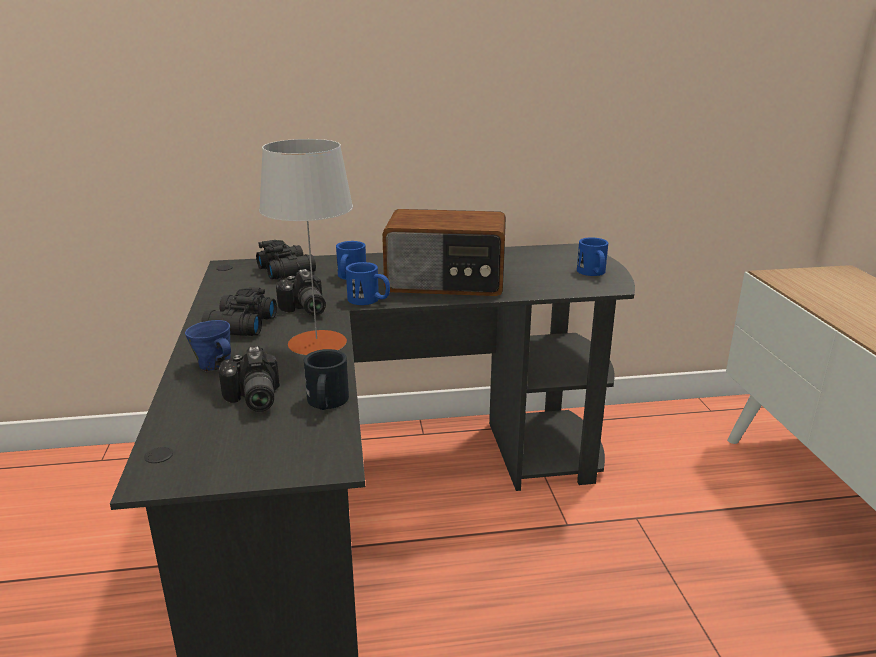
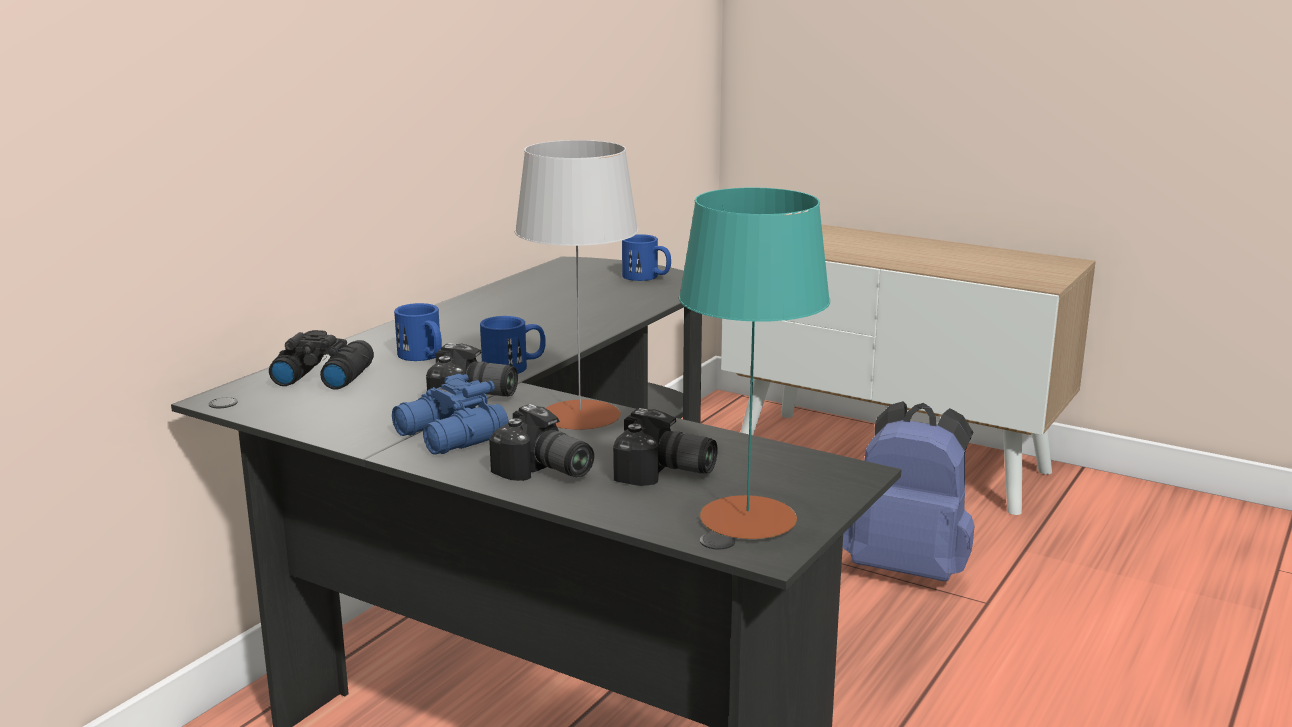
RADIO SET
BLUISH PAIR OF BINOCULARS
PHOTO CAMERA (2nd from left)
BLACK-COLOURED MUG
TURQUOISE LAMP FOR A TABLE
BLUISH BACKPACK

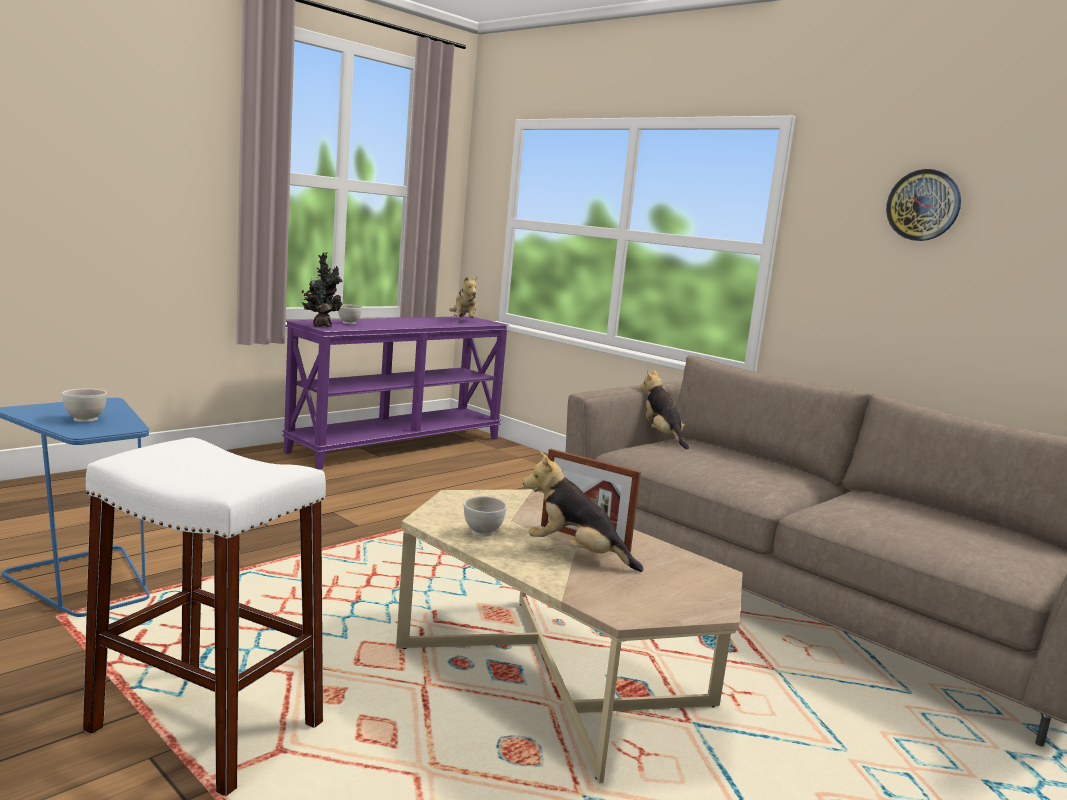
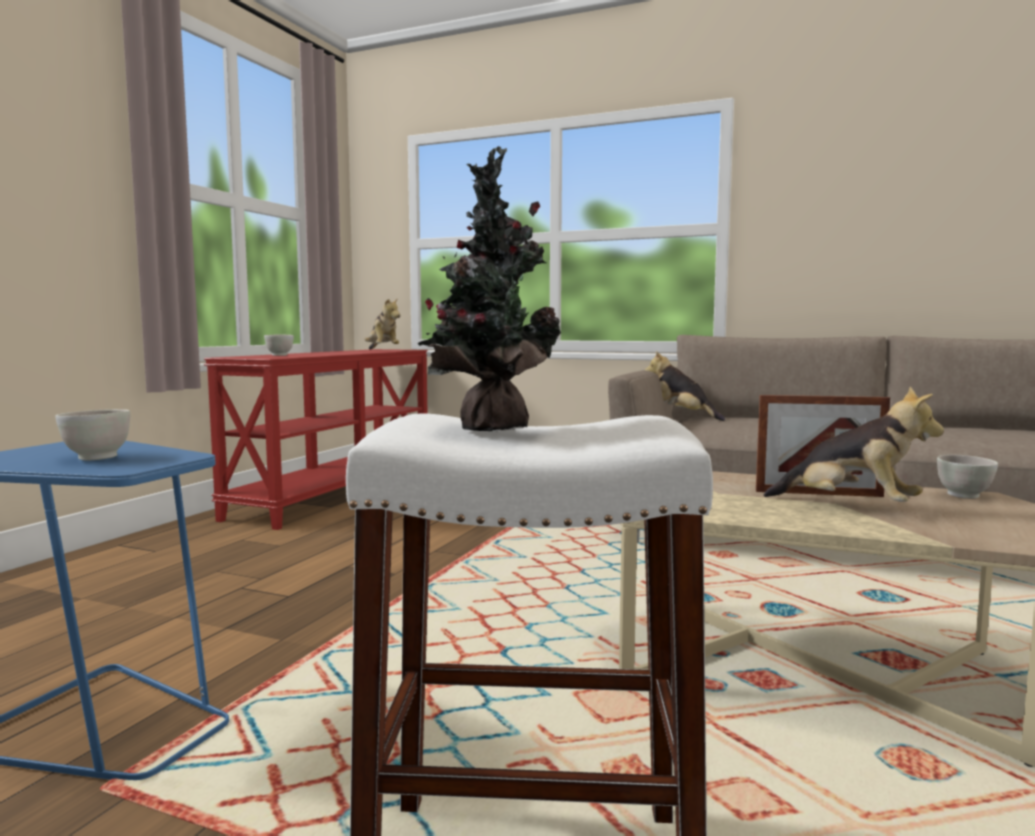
HANGING CLOCK
HOUSEPLANT
RED HALL TABLE
CUDDLY TOY (3rd from left)
WHITE-COLOURED DEEP DISH (3rd from left)

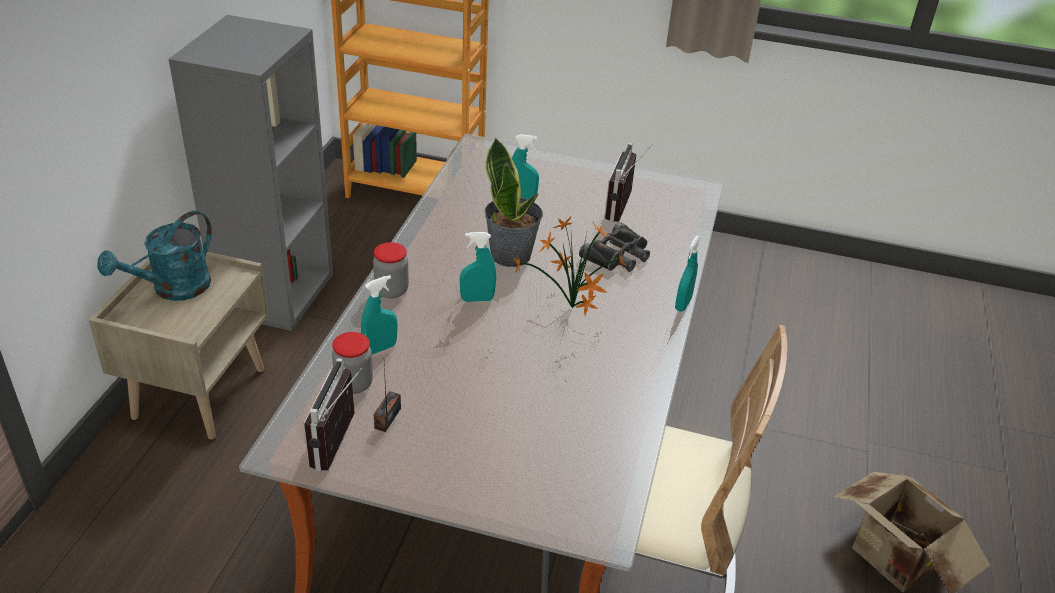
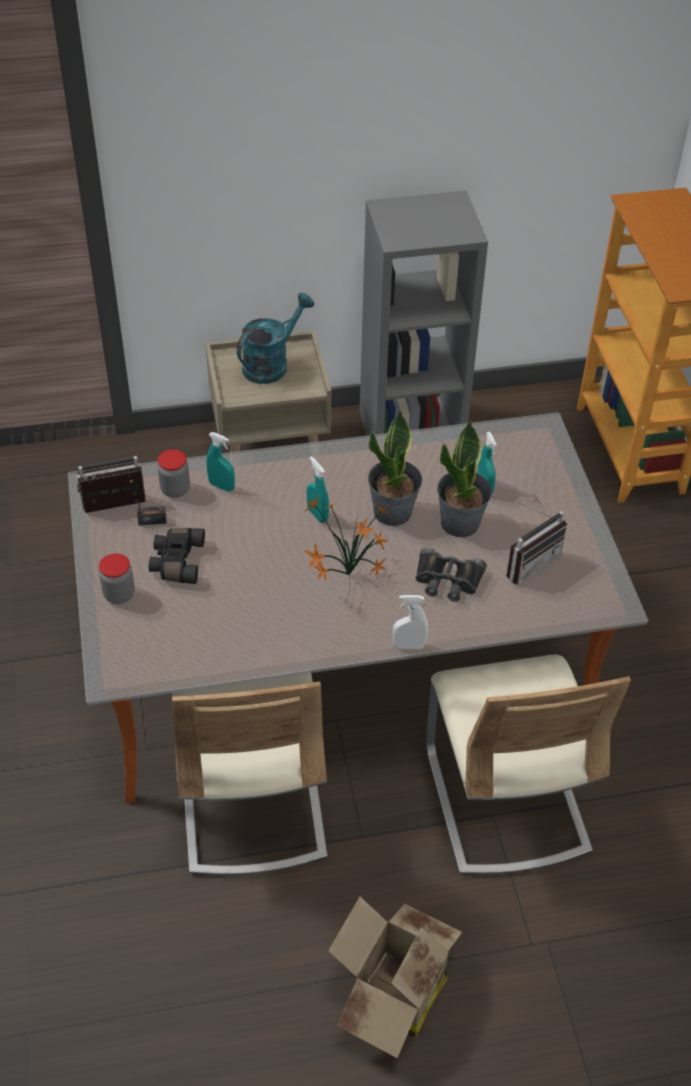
RADIO SET (3rd from left)
TURQUOISE SPRINKLING CAN
WHITE-COLOURED SPRAYER
JAR (1st from left)
HOUSEPLANT (3rd from left)
BLACK-COLOURED PAIR OF BINOCULARS (1st from left)
BEIGE UPRIGHT CHAIR (2nd from left)

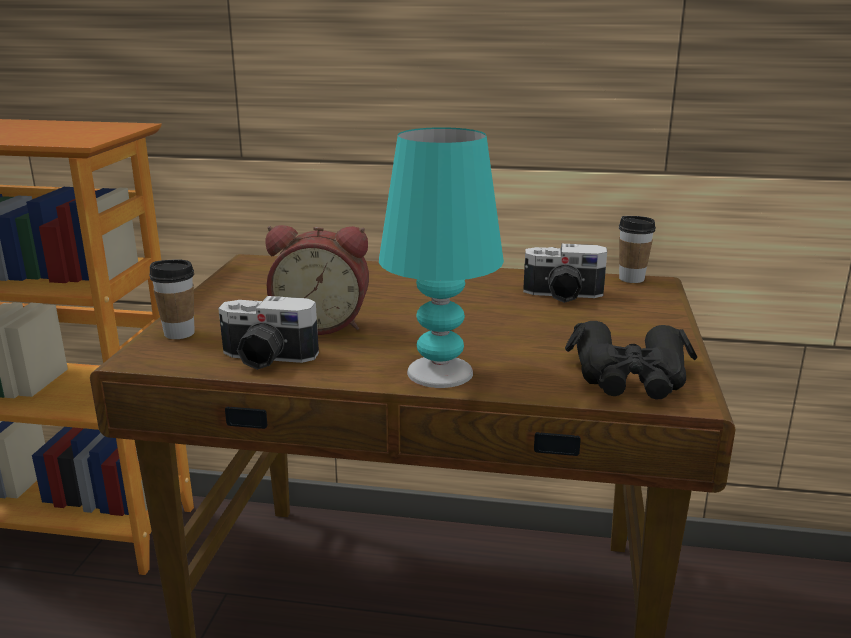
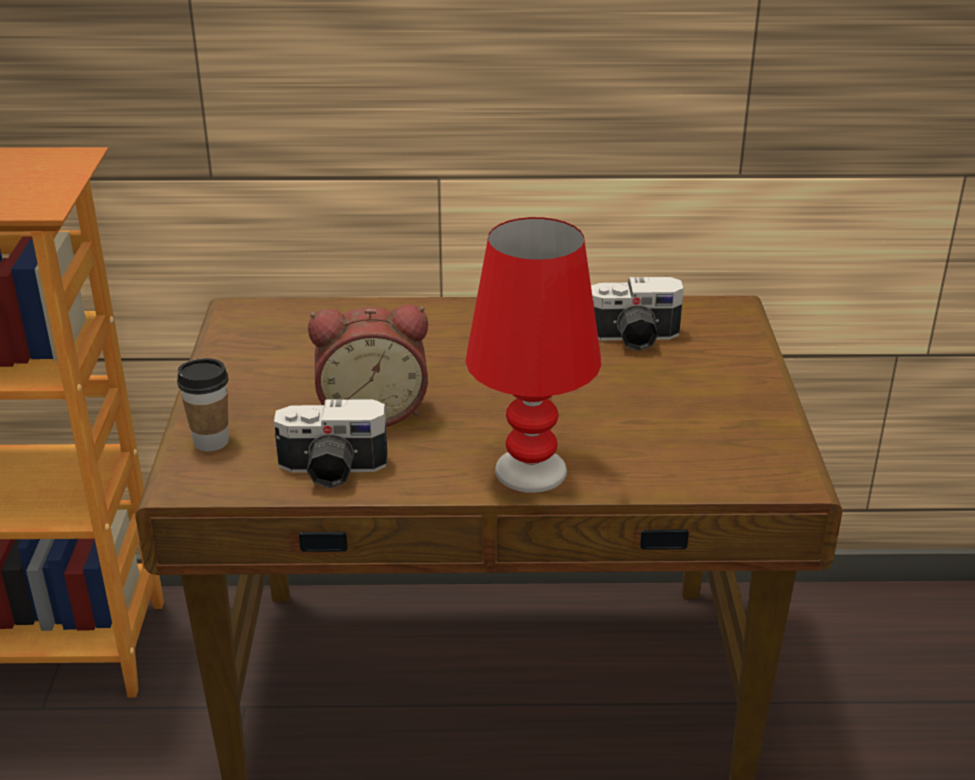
RED LAMP FOR A TABLE
SMALL CUP (2nd from left in the first image)
BLACK-COLOURED PAIR OF BINOCULARS

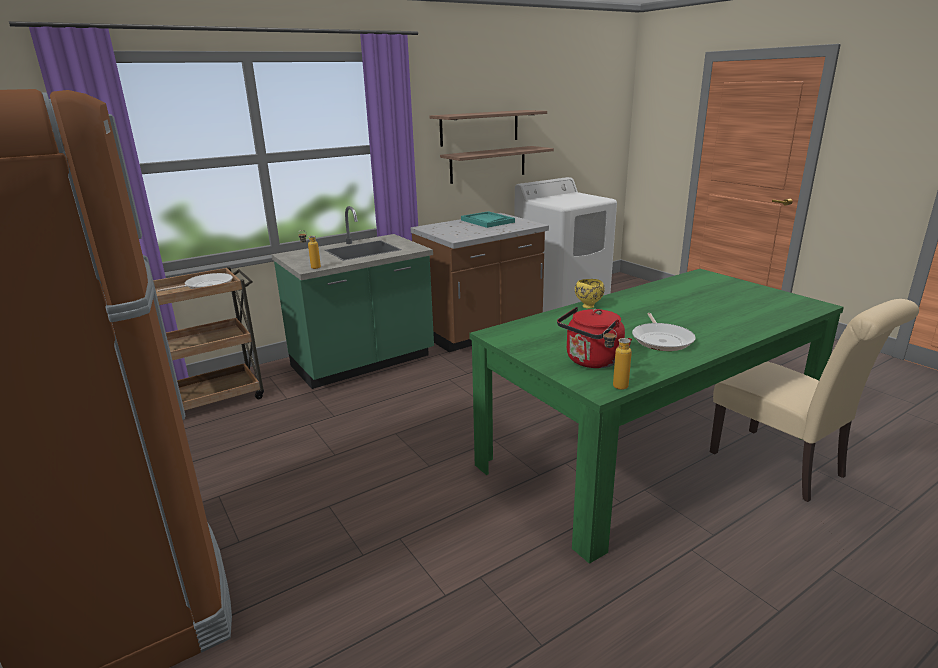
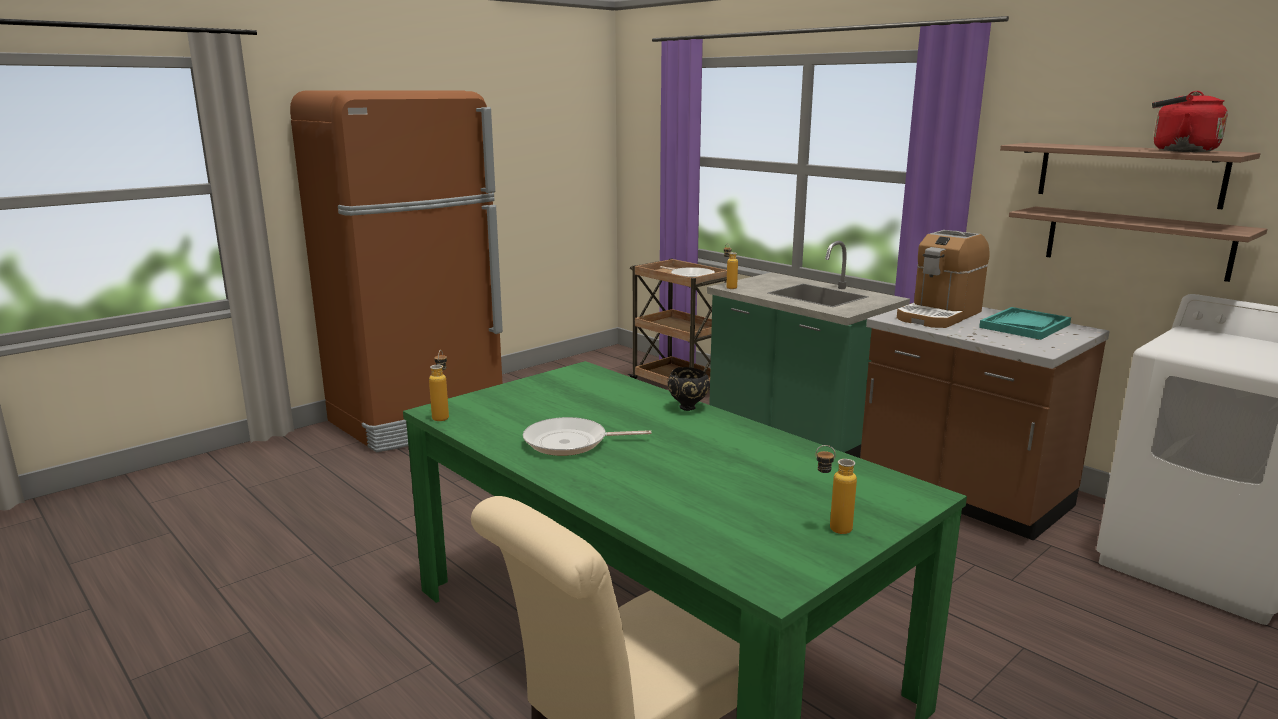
BLACK-COLOURED DEEP DISH
RED KETTLE
COFFEE MACHINE
BEVERAGE BOTTLE (3rd from left)

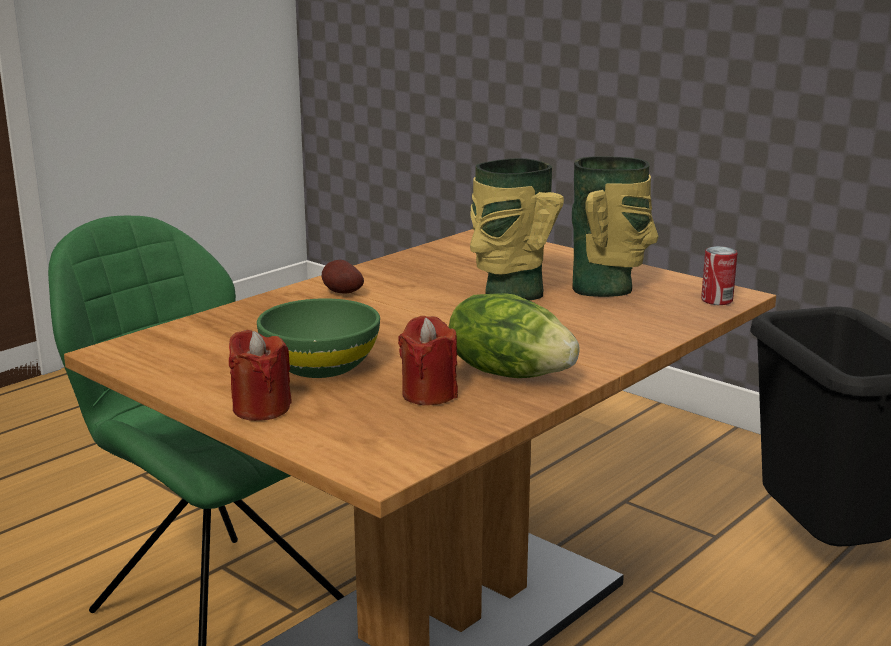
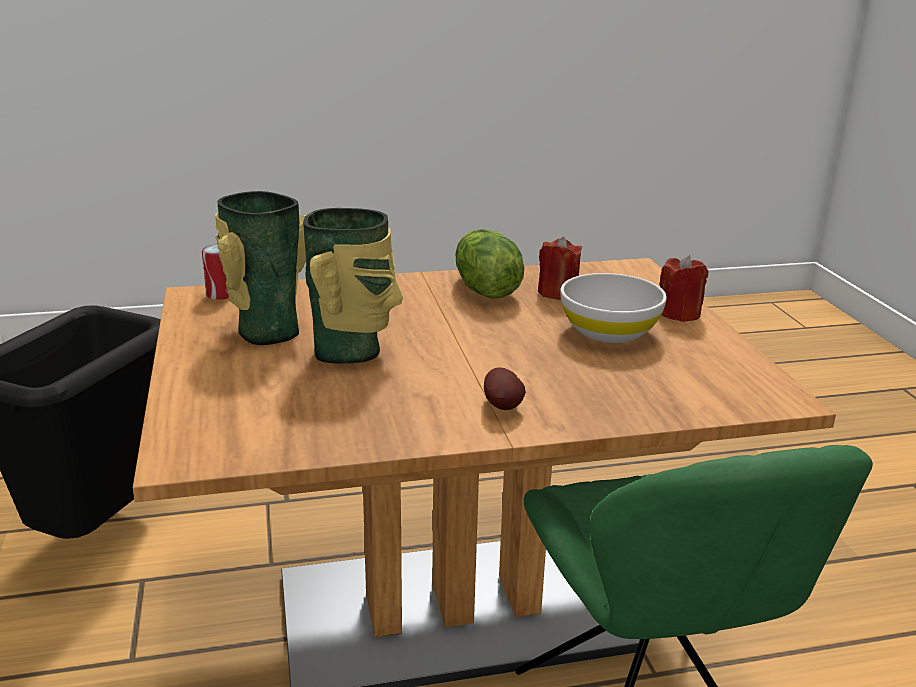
WHITE-COLOURED DEEP DISH

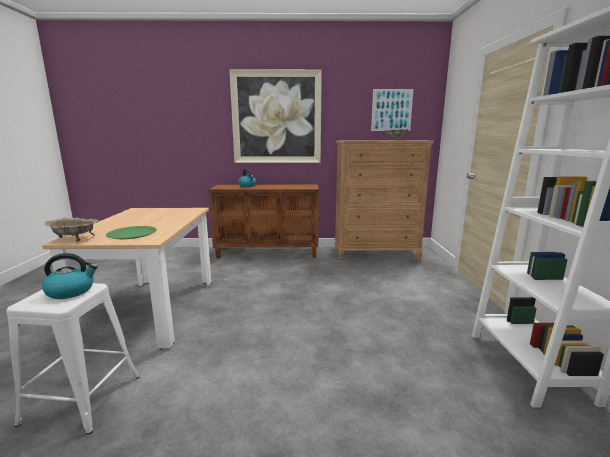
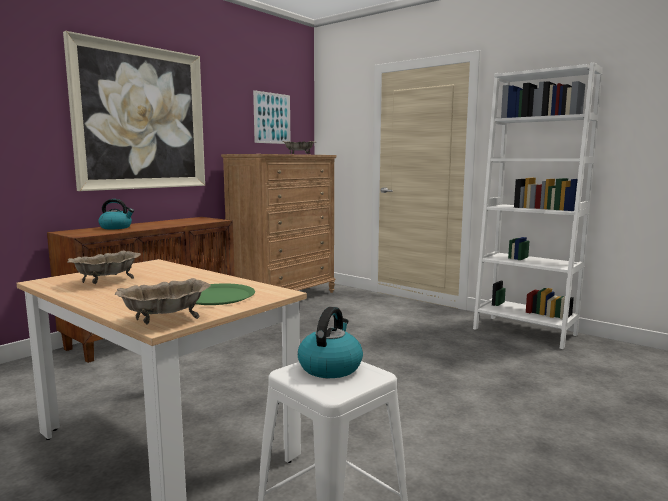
BEIGE DEEP DISH (1st from left)

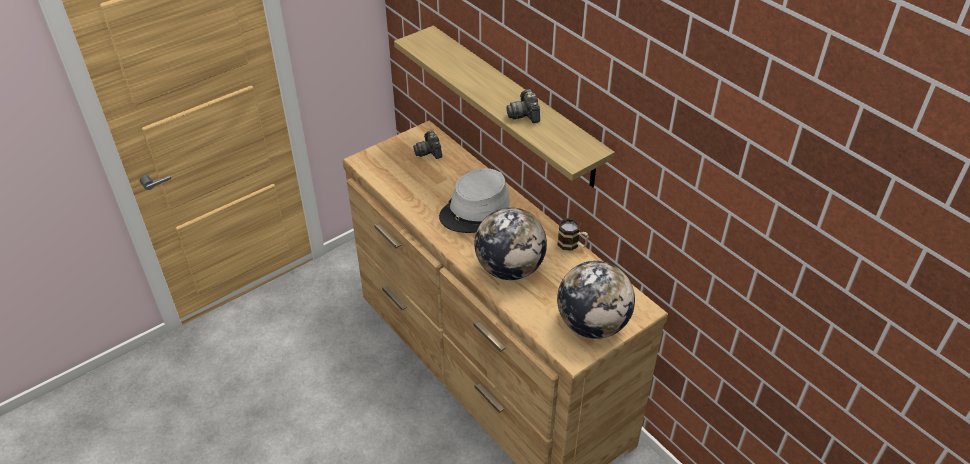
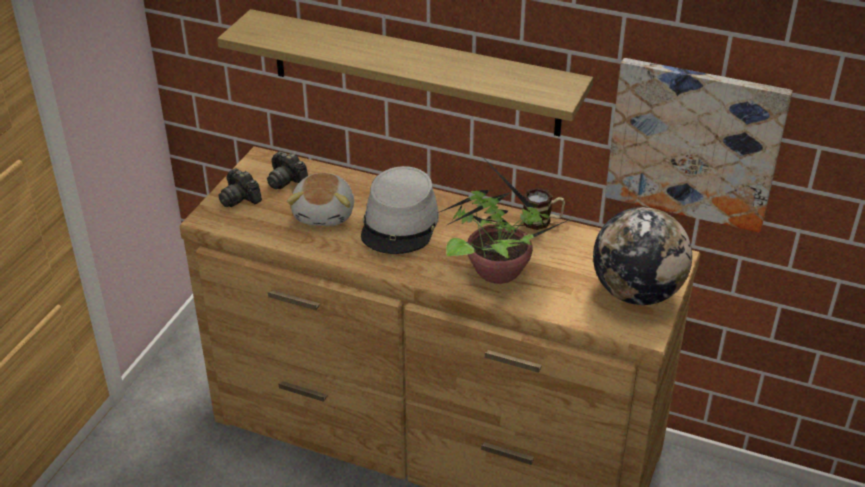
PHOTO CAMERA (1st from left)
HOUSEPLANT
WALL ART
CUDDLY TOY

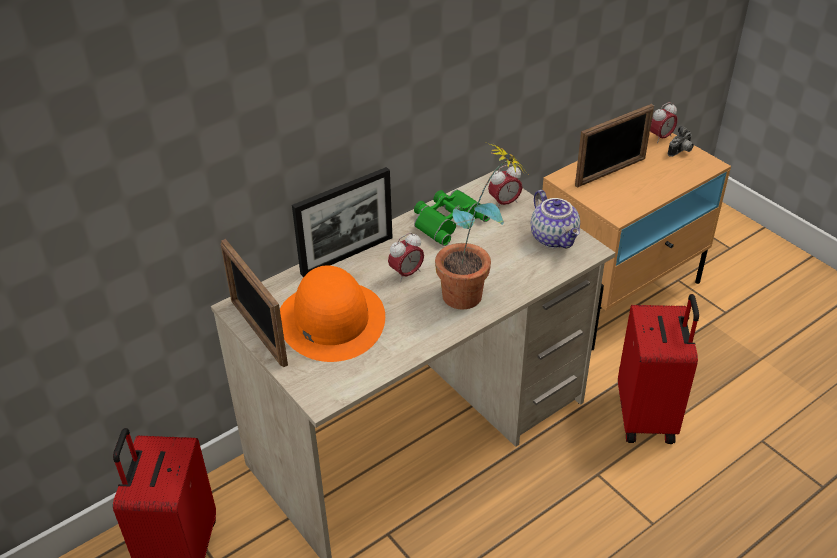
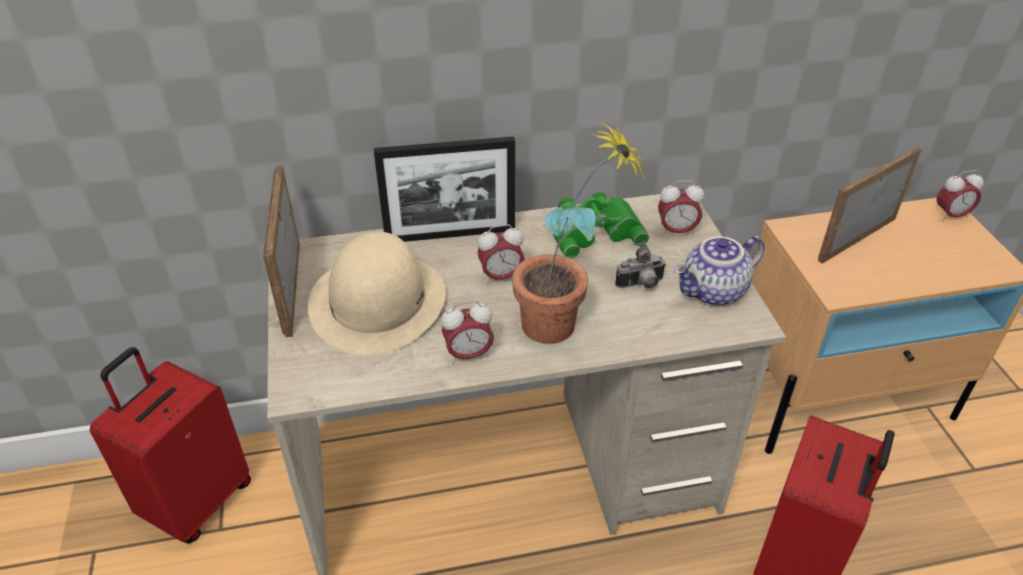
PICTURE FRAME (3rd from left)
PHOTO CAMERA
TEAPOT
BEIGE CLOTHING HAT
TABLE CLOCK (1st from left)

